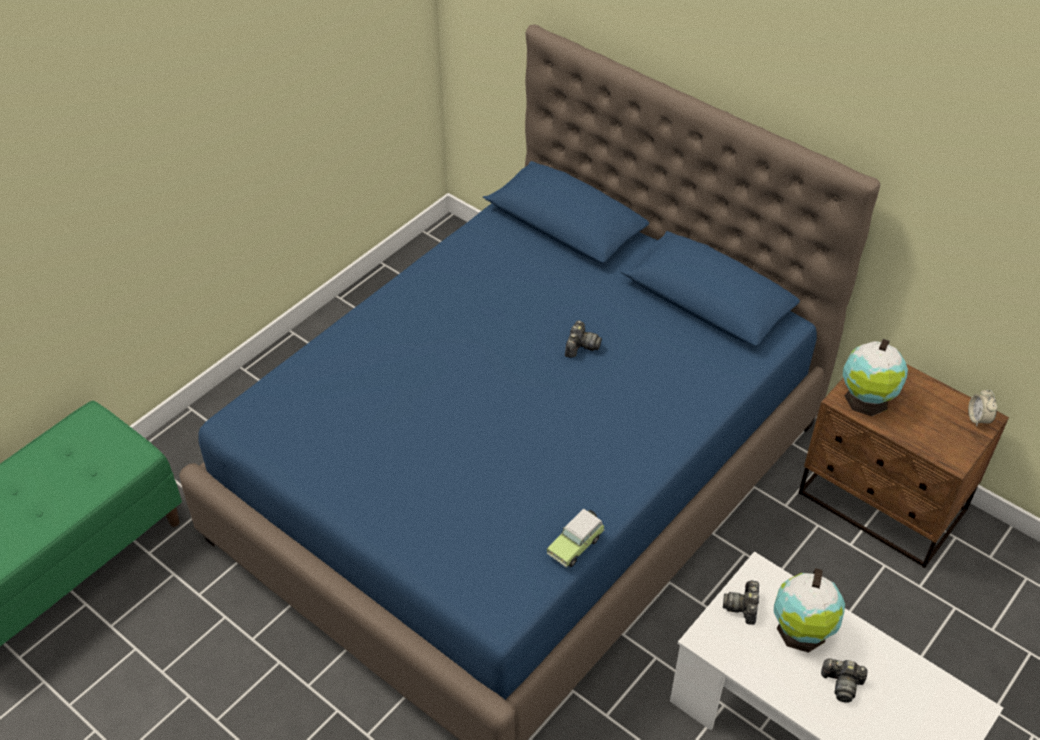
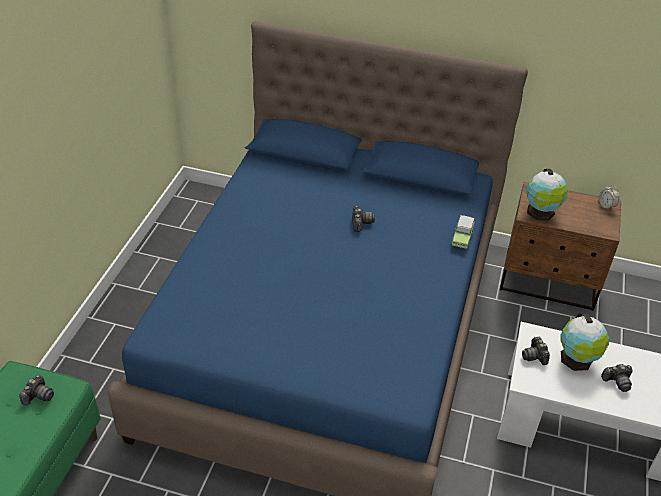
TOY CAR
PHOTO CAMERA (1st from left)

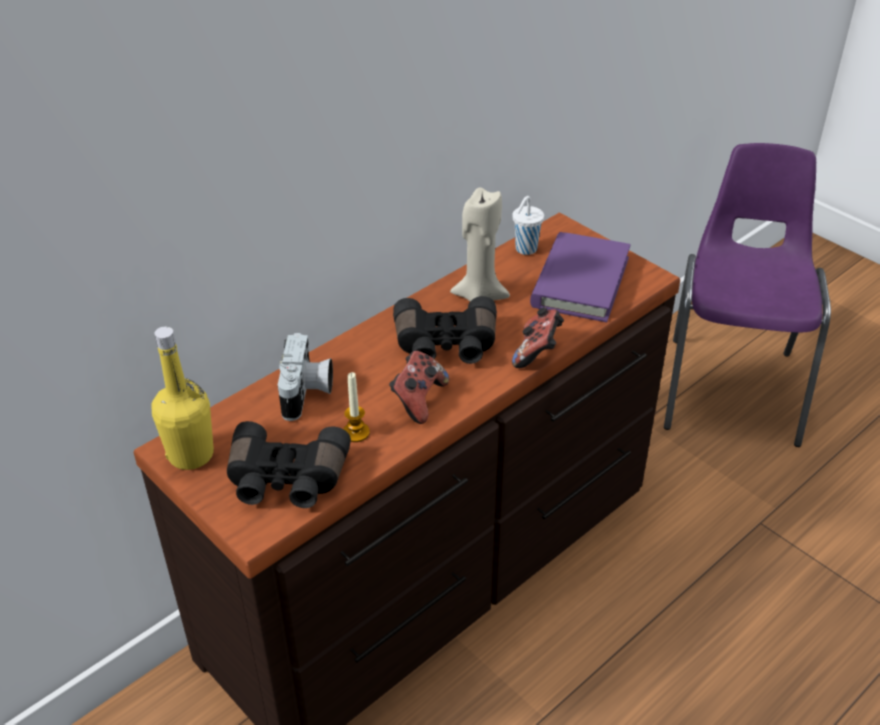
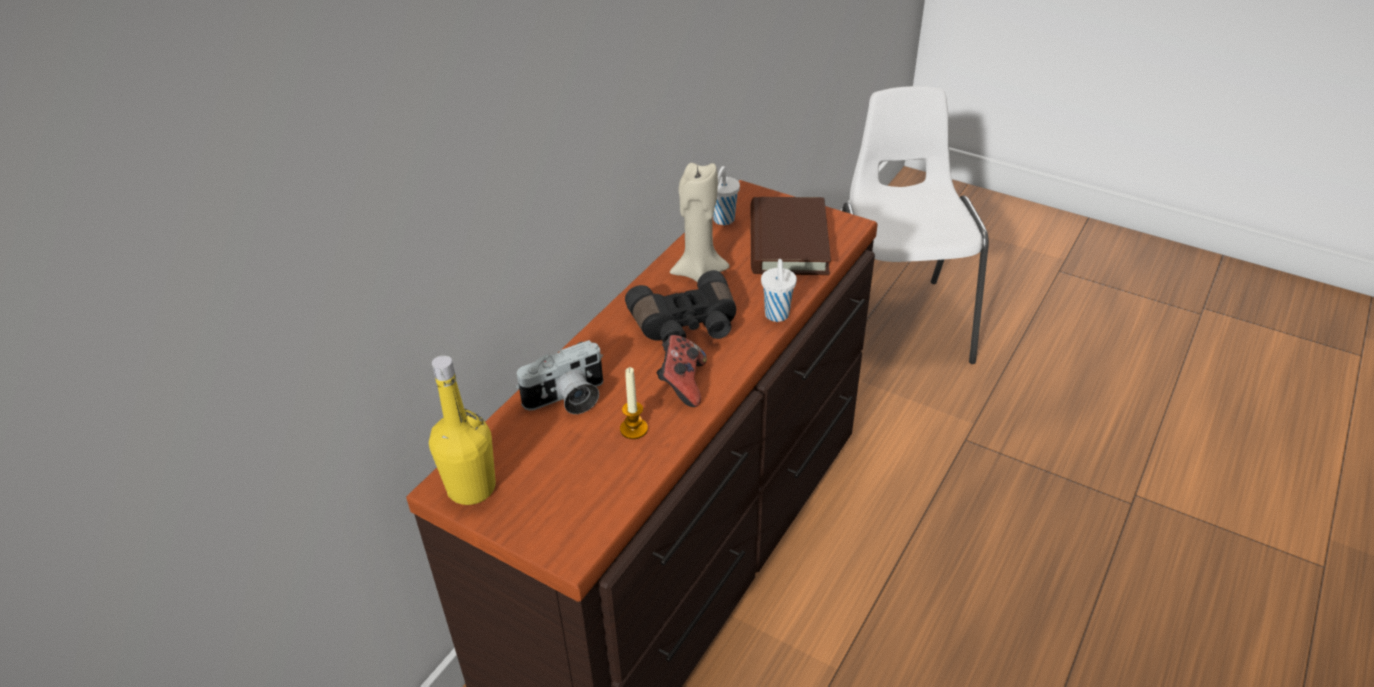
WHITE-COLOURED UPRIGHT CHAIR
BROWN BOOK
WHITE-COLOURED SMALL CUP (2nd from left)
PHOTO CAMERA
BLACK-COLOURED PAIR OF BINOCULARS (1st from left in the first image)

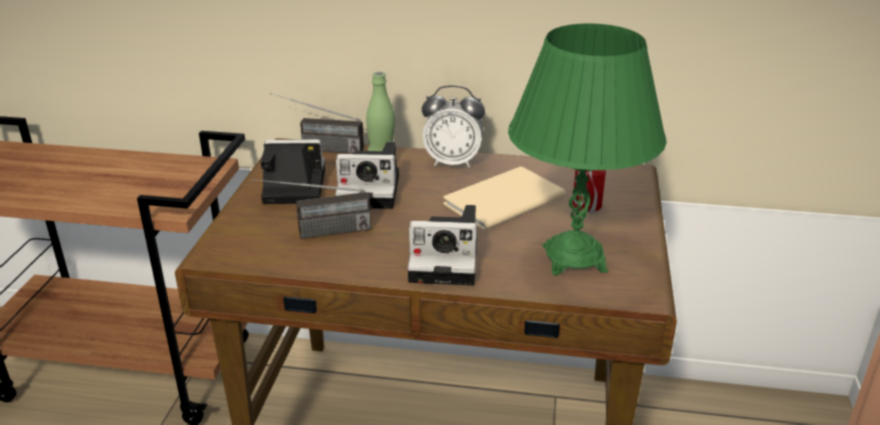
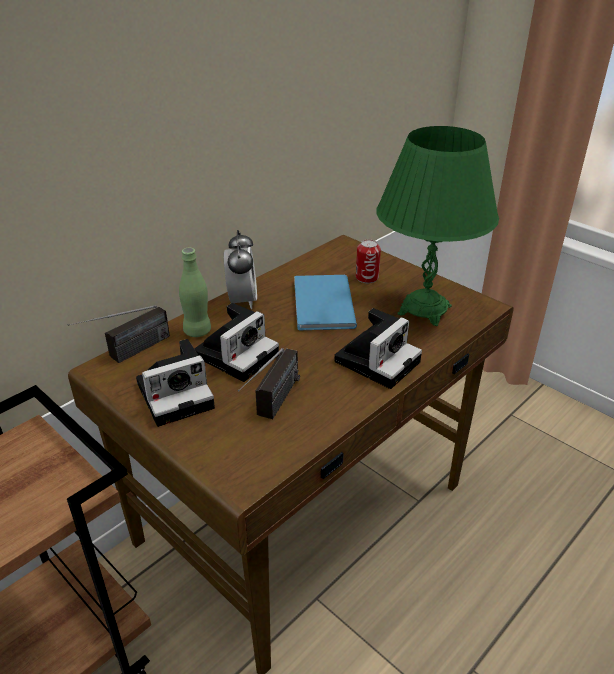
TABLE CLOCK
PHOTO CAMERA (1st from left)
BLUISH BOOK

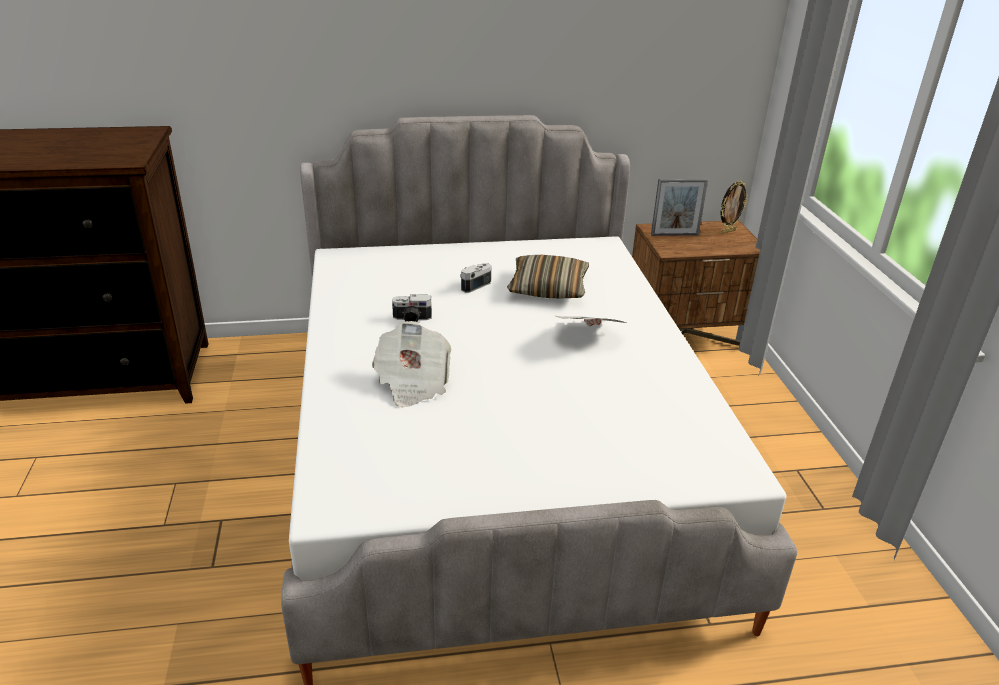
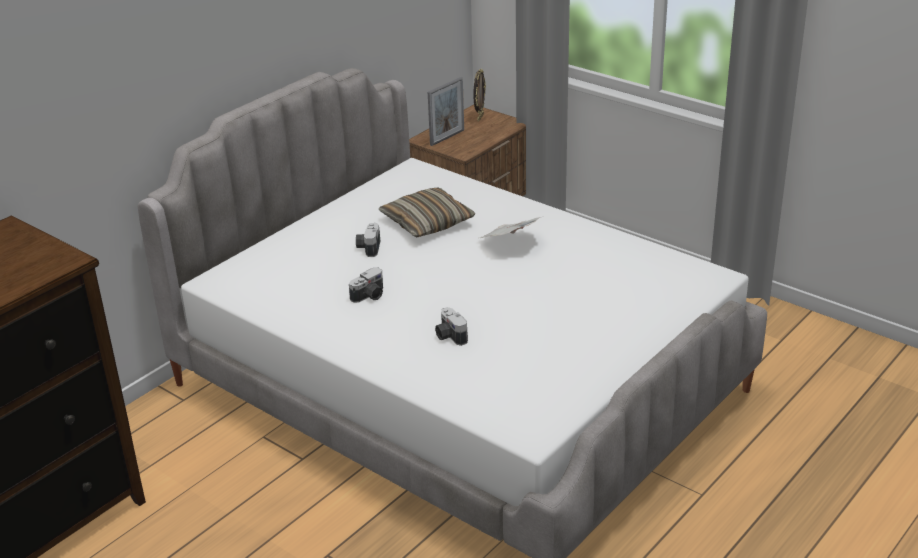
PHOTO CAMERA (3rd from left)

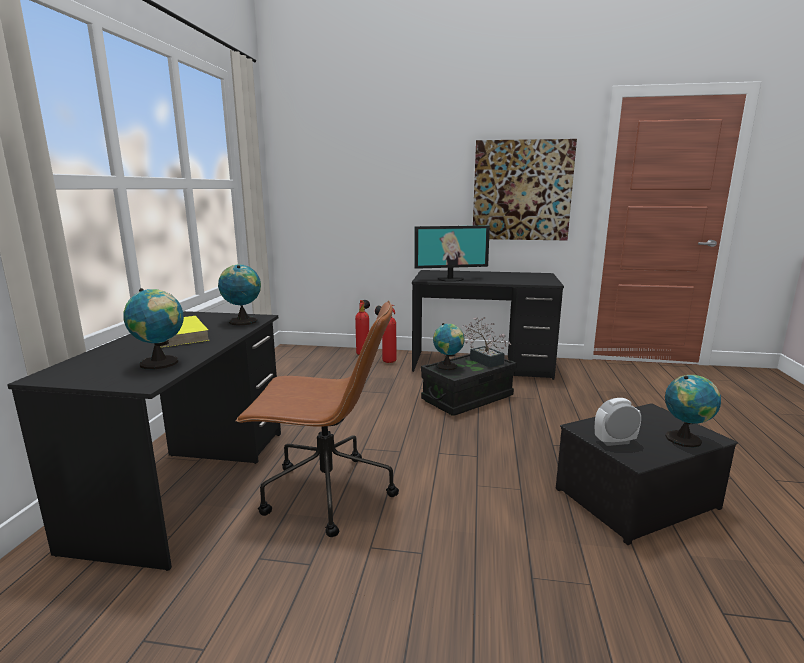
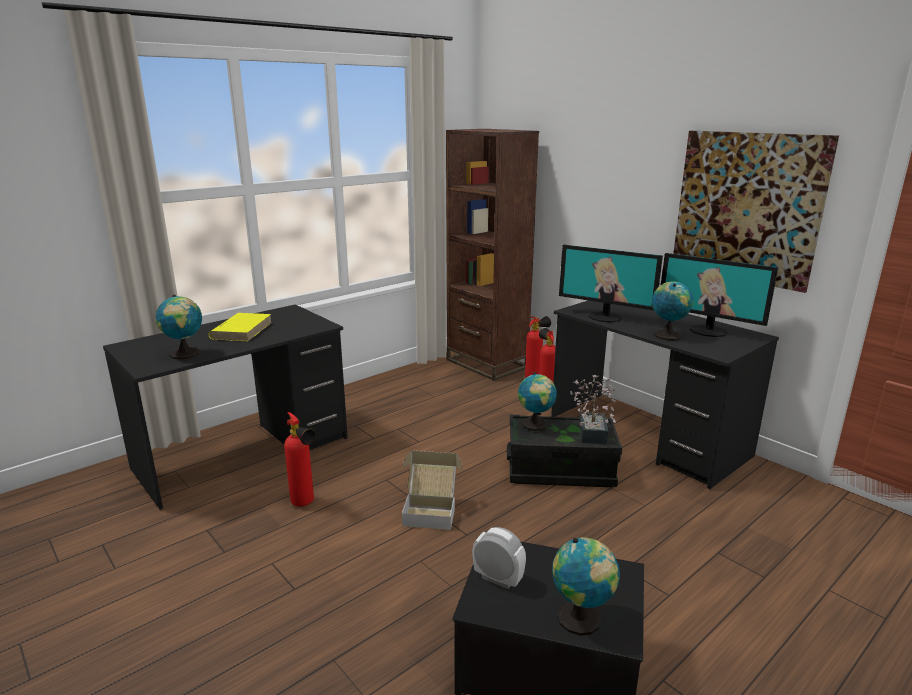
WORLD GLOBE (4th from left)
EXTINGUISHER (1st from left)
BROWN BOOKCASE
COMPUTER SCREEN (2nd from left)
PACKING BOX

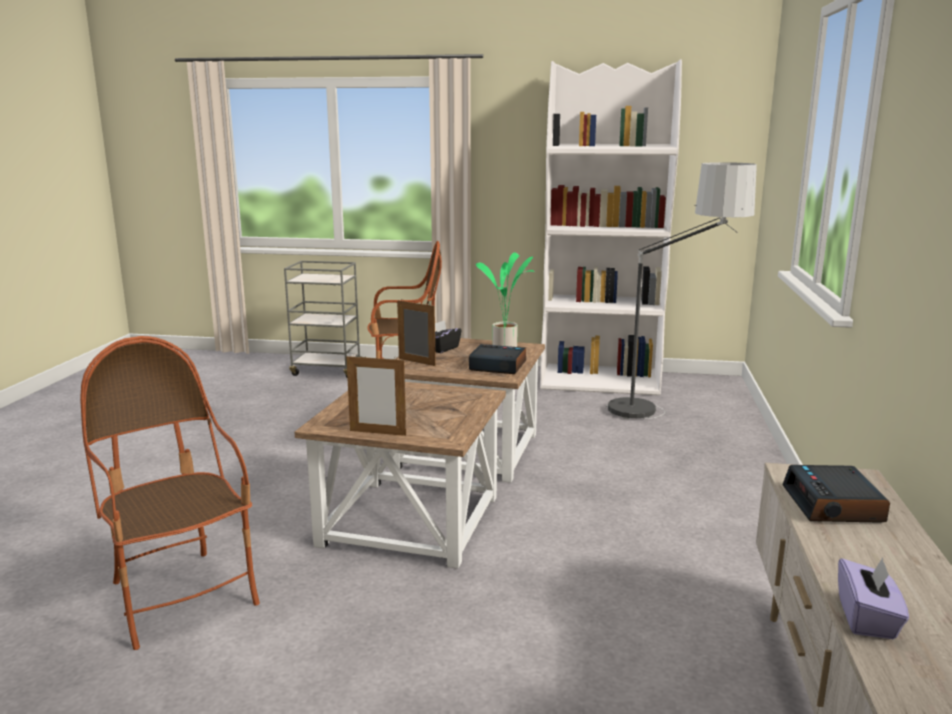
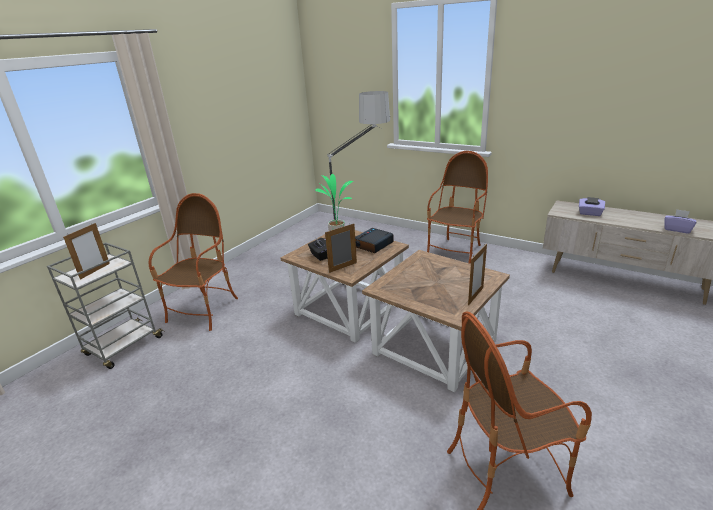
WHITE-COLOURED BOOKCASE
PURPLE-COLOURED TISSUE BOX (1st from left)
ARMCHAIR (2nd from left)
PICTURE FRAME (1st from left)

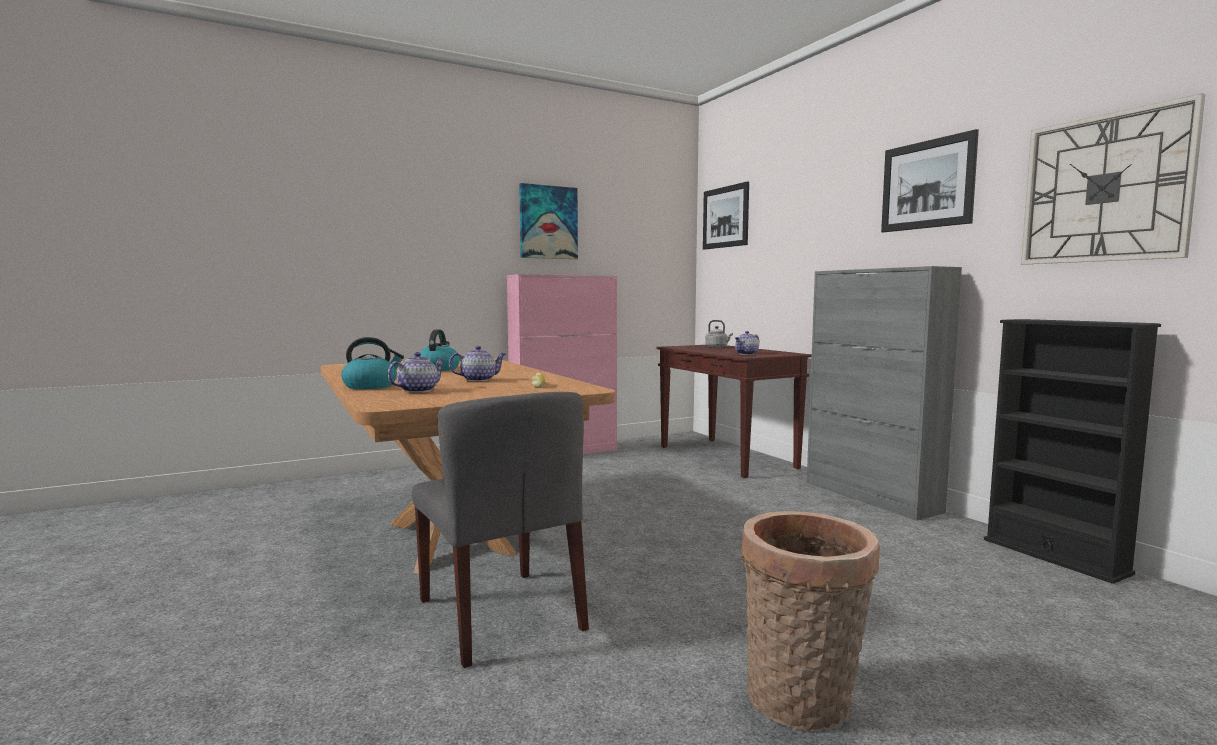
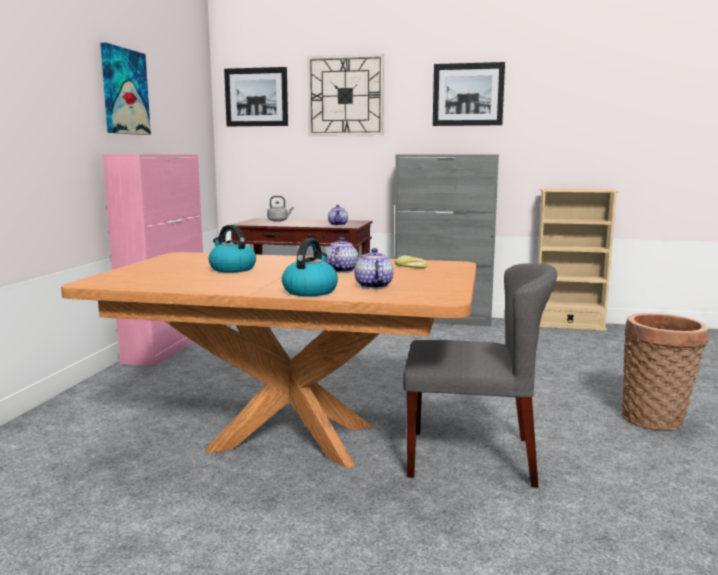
HANGING CLOCK
BEIGE BOOKCASE

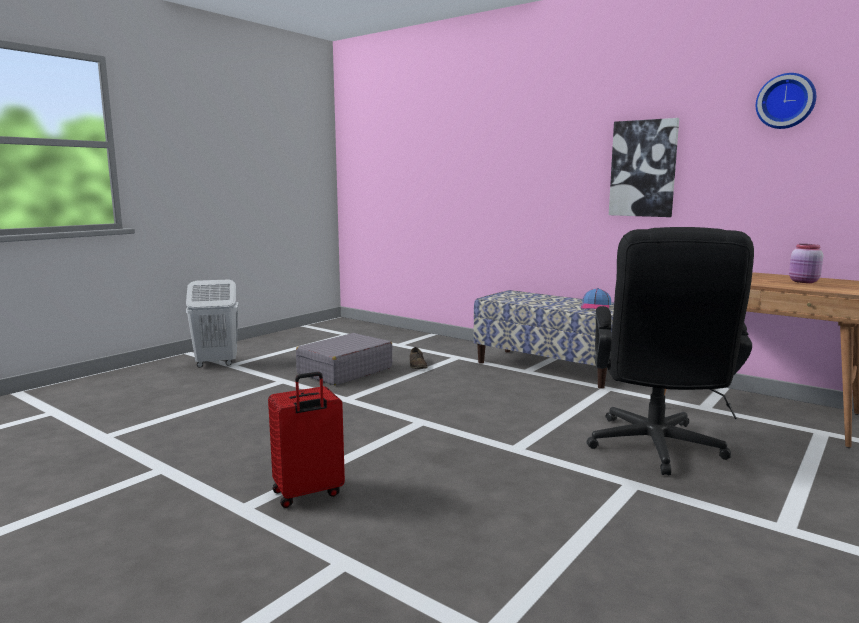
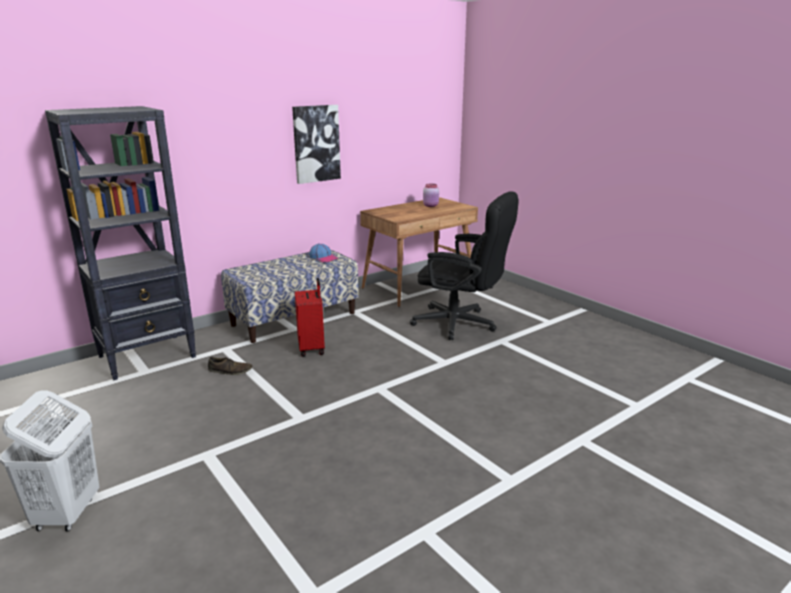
HANGING CLOCK
GREY PIECE OF LUGGAGE
RED PIECE OF LUGGAGE
BLACK-COLOURED BOOKCASE

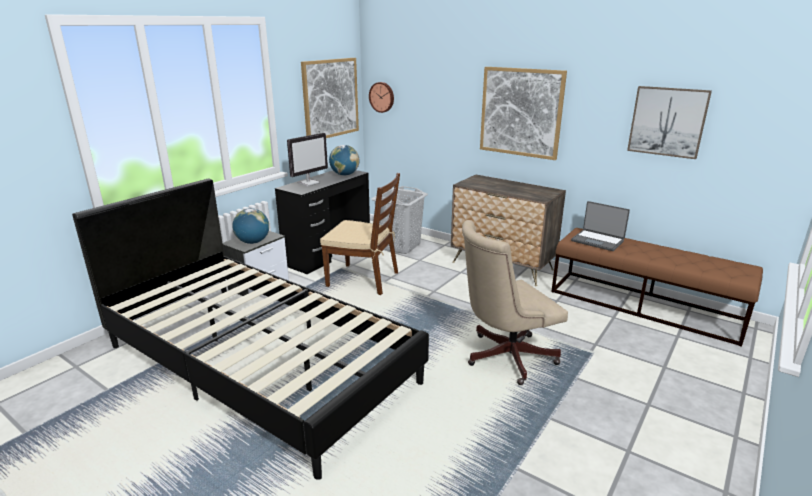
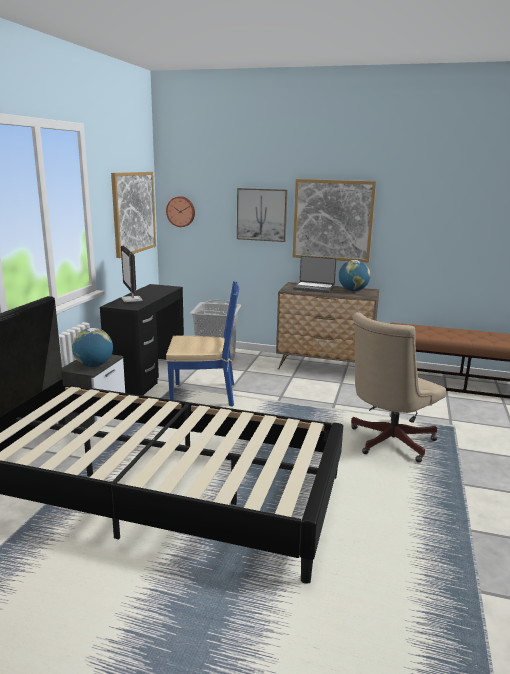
WALL ART (2nd from left)
COMPUTER SCREEN
WORLD GLOBE (2nd from left)
BLUISH UPRIGHT CHAIR
PORTABLE COMPUTER

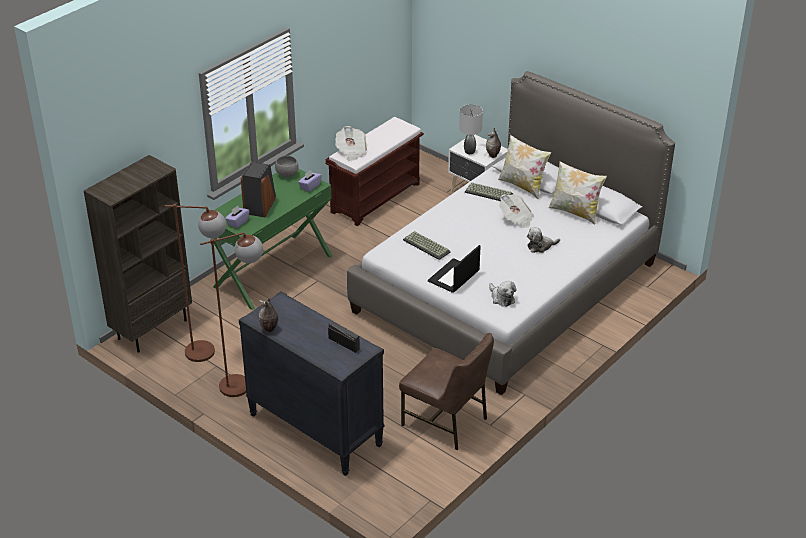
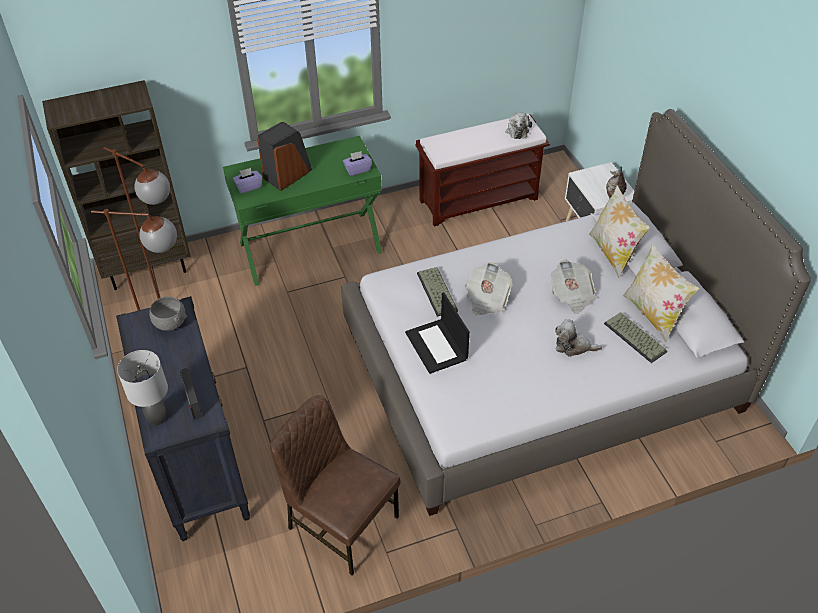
GREY LAMP FOR A TABLE
DAILY PAPER (1st from left)
GREY DEEP DISH
KEYBOARD (2nd from left)
PORTABLE COMPUTER
CUDDLY TOY (1st from left)
DECORATIVE VASE (1st from left in the first image)
BROWN UPRIGHT CHAIR

